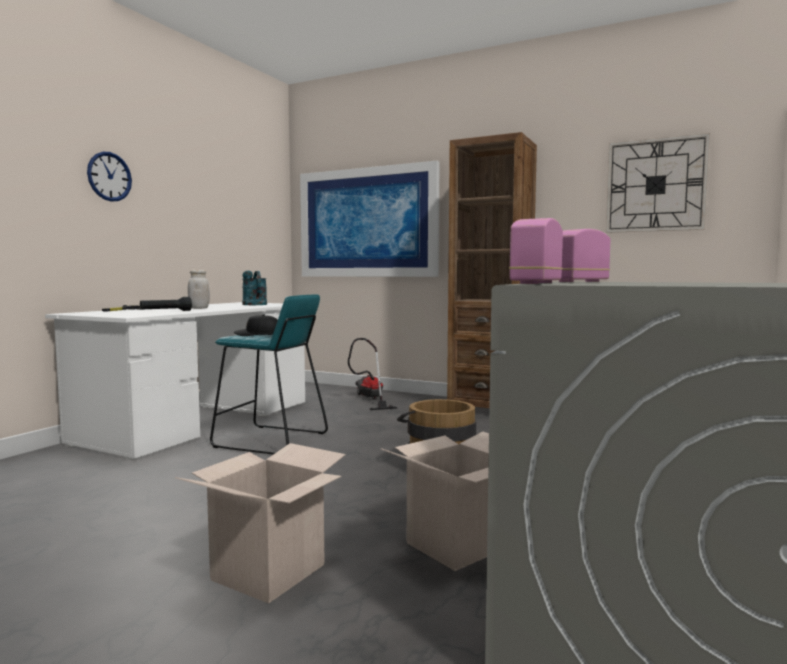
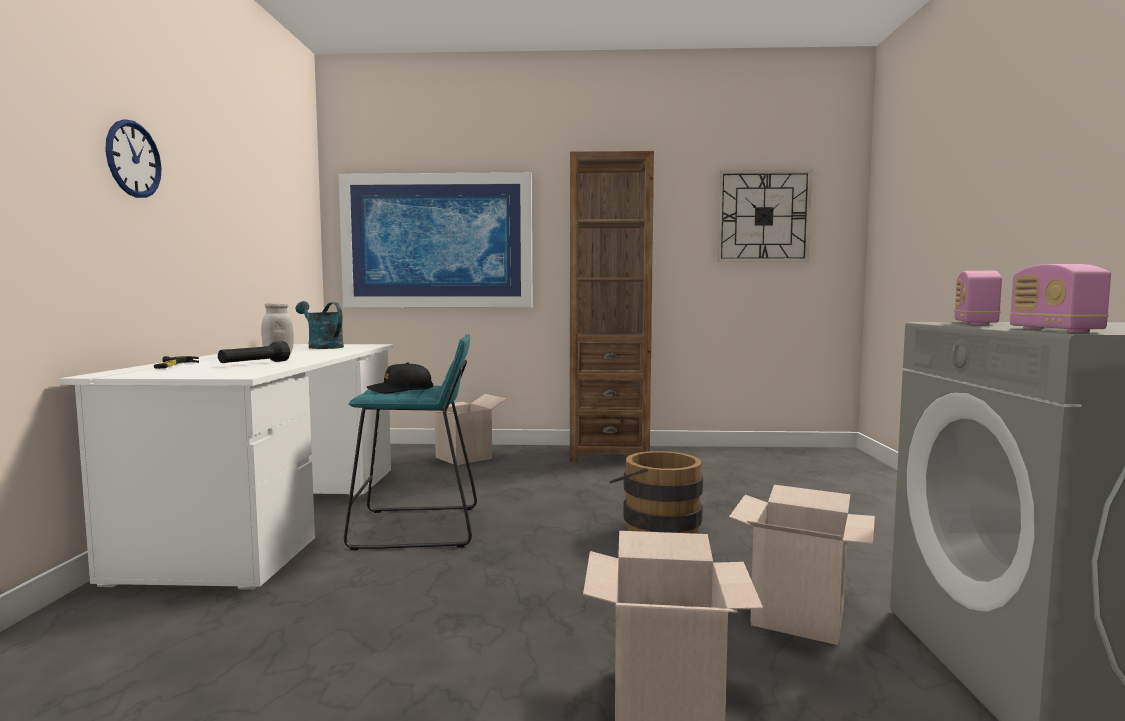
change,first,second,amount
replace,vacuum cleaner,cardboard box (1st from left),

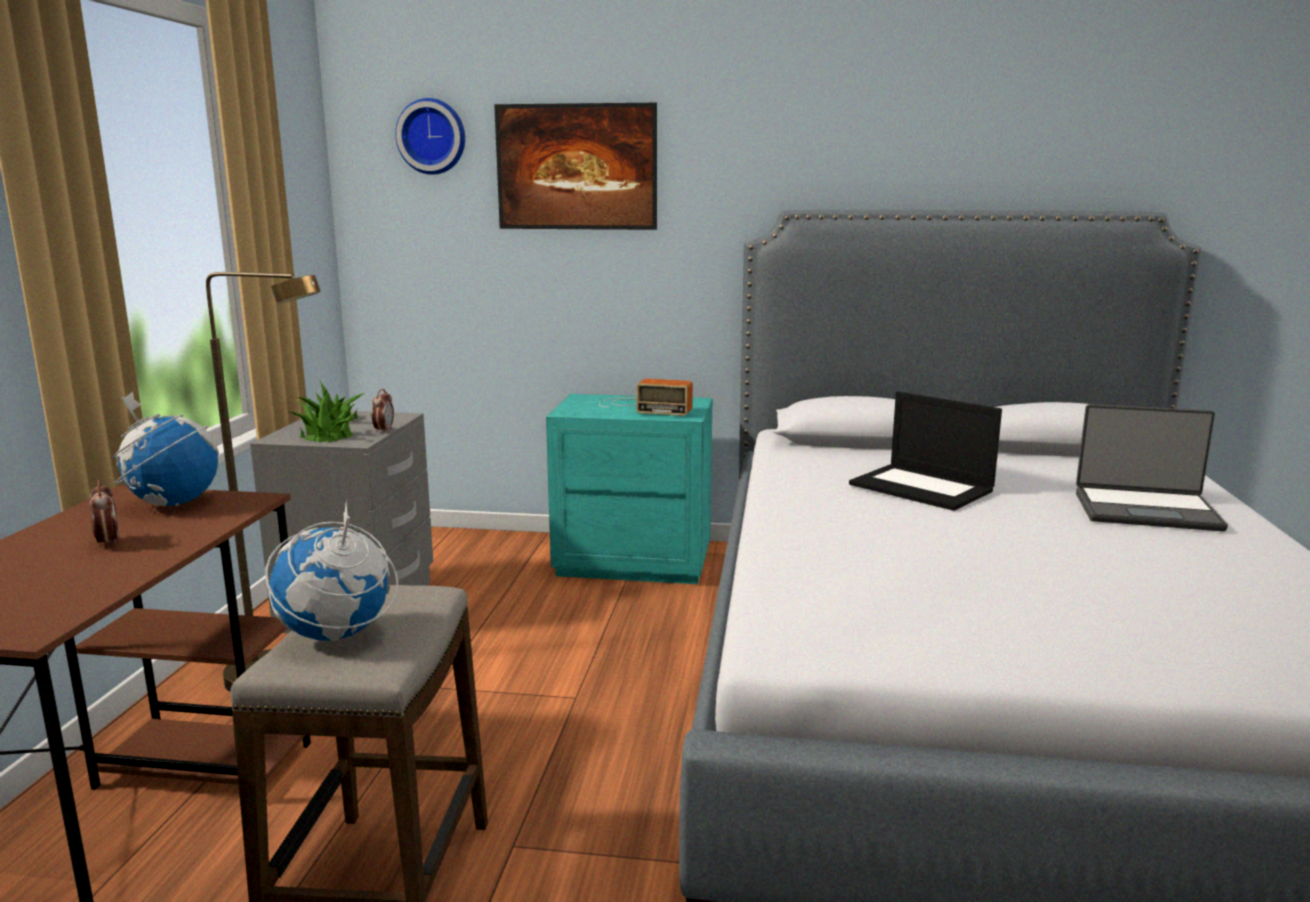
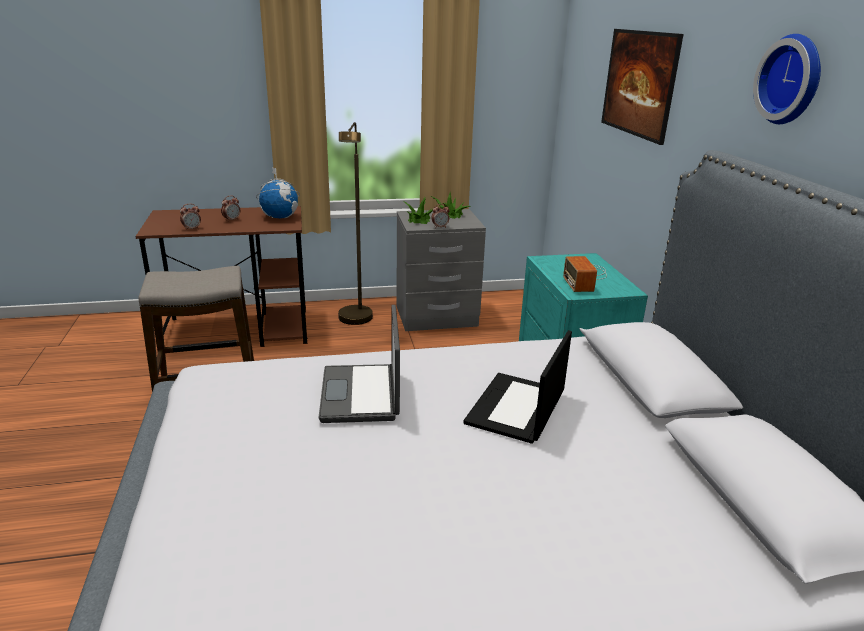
change,first,second,amount
delete,globe (2nd from left),,
move,wall clock,,
move,laptop (2nd from left in the first image),laptop (1st from left),
insert,,alarm clock (1st from left),

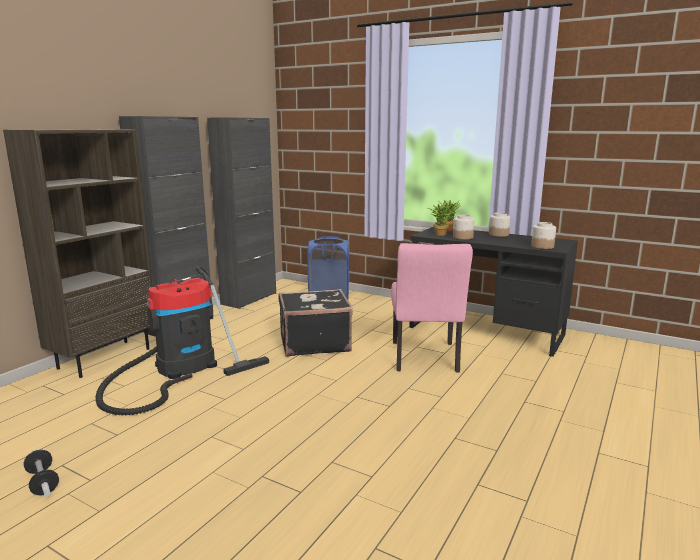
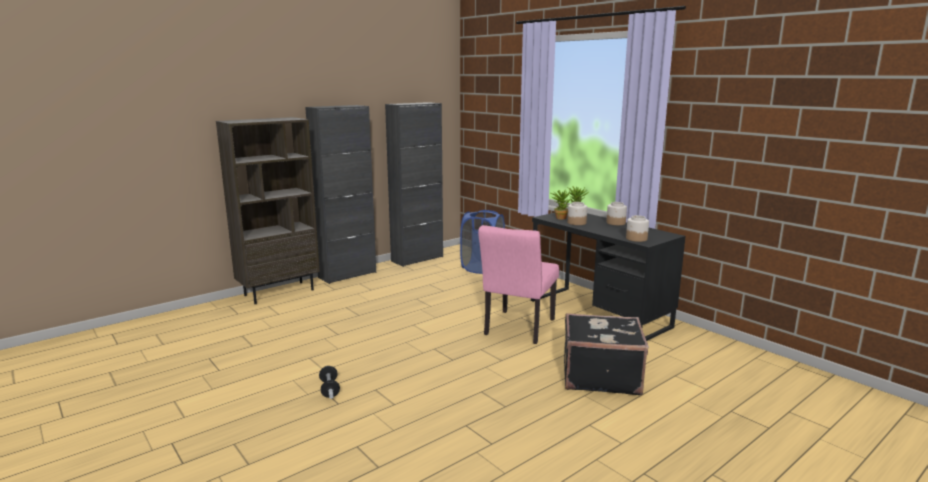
change,first,second,amount
move,dumbbell,,
delete,vacuum cleaner,,
move,black suitcase,,

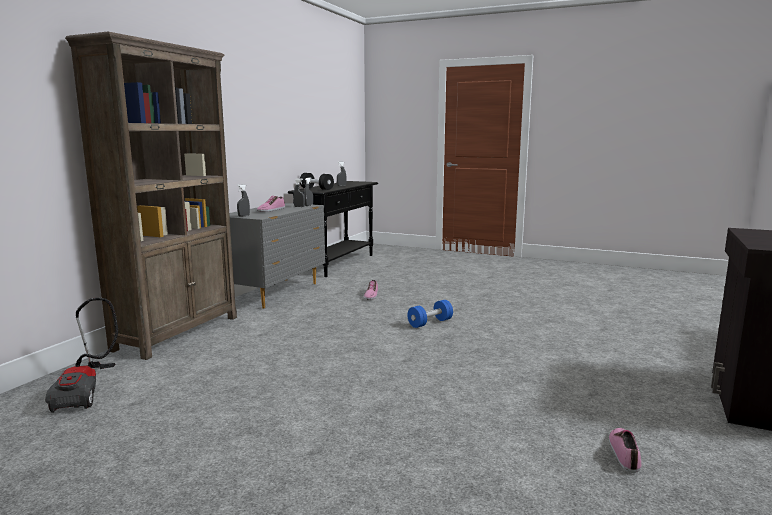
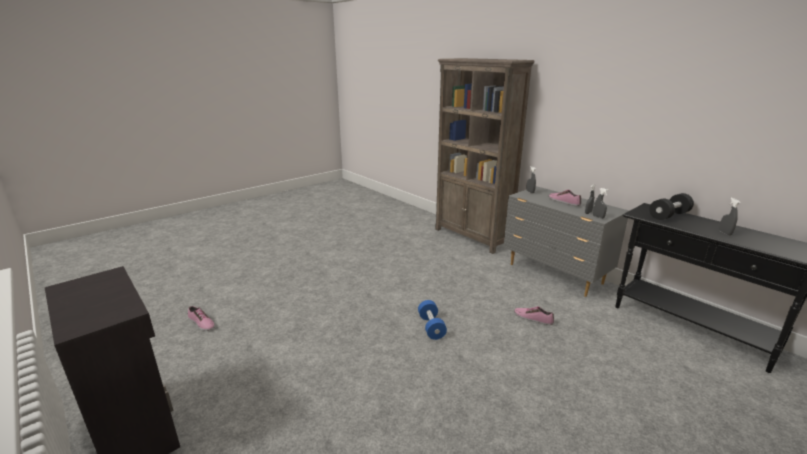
change,first,second,amount
delete,vacuum cleaner,,

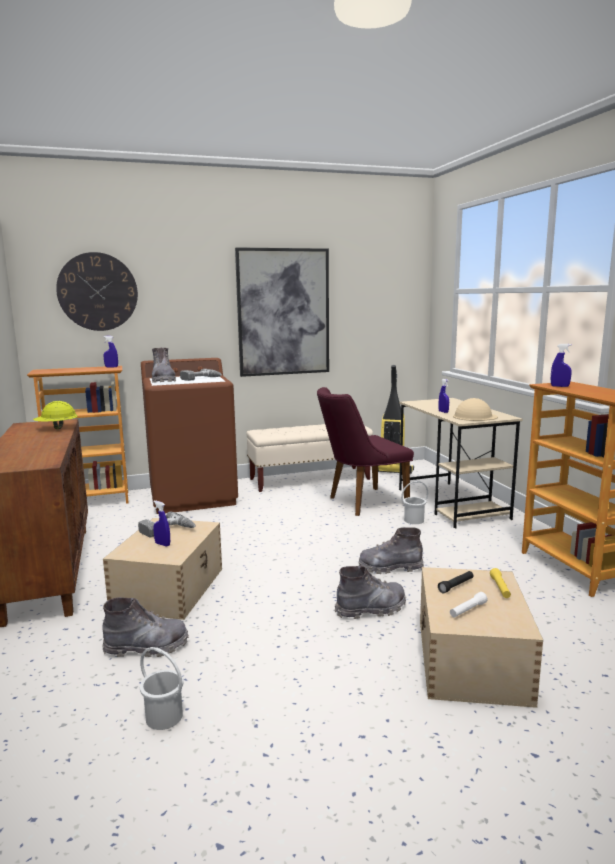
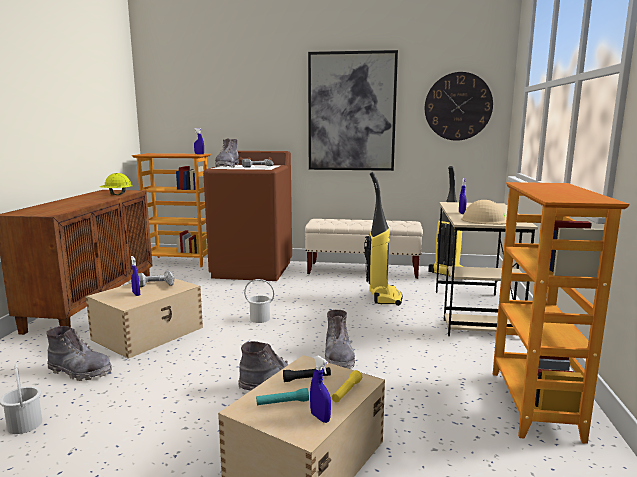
change,first,second,amount
move,wall clock,,
replace,purple chair,vacuum cleaner (1st from left),
rotate,grey boot (4th from left),,120 degrees counterclockwise
move,white bucket (2nd from left),,
recolor,white flashlight,turquoise flashlight,
move,blue spray bottle (4th from left in the first image),blue spray bottle (3rd from left),

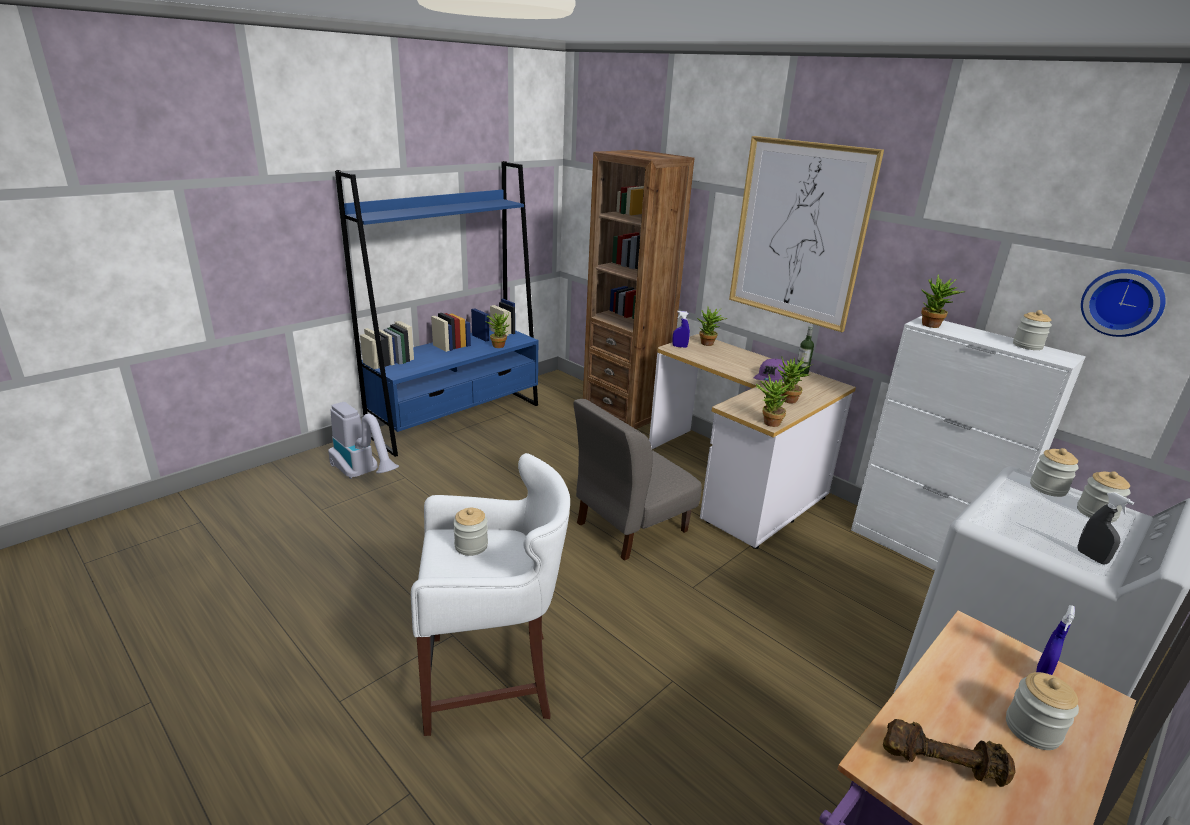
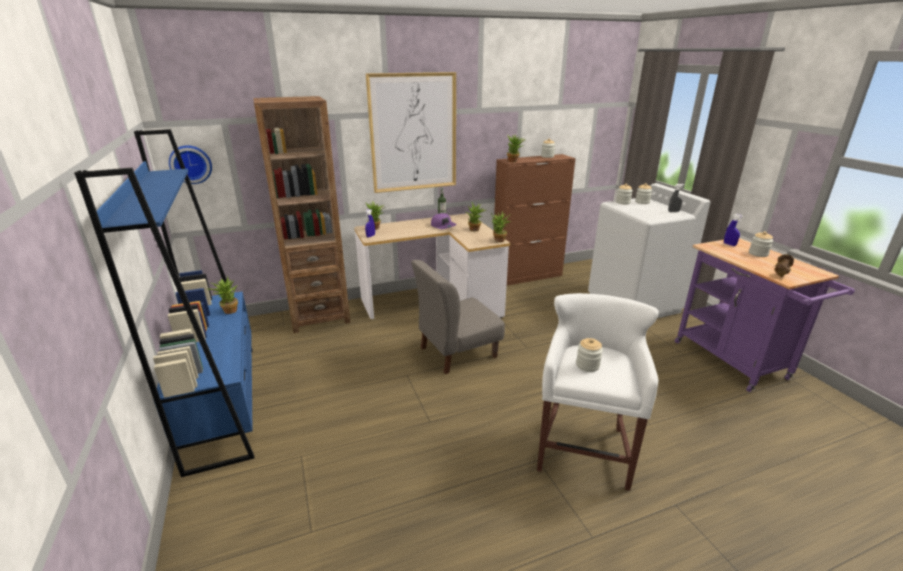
change,first,second,amount
delete,vacuum cleaner,,
rotate,grey chair,,75 degrees clockwise
recolor,white cabinet,brown cabinet,
move,wall clock,,

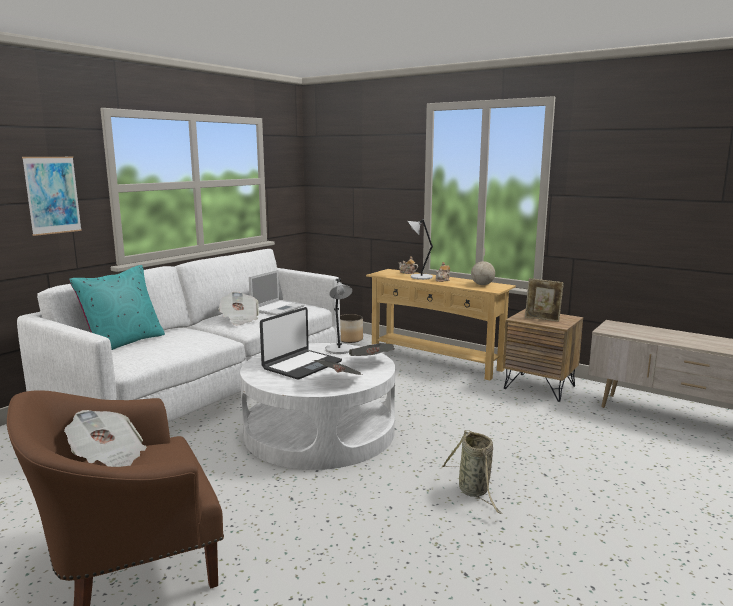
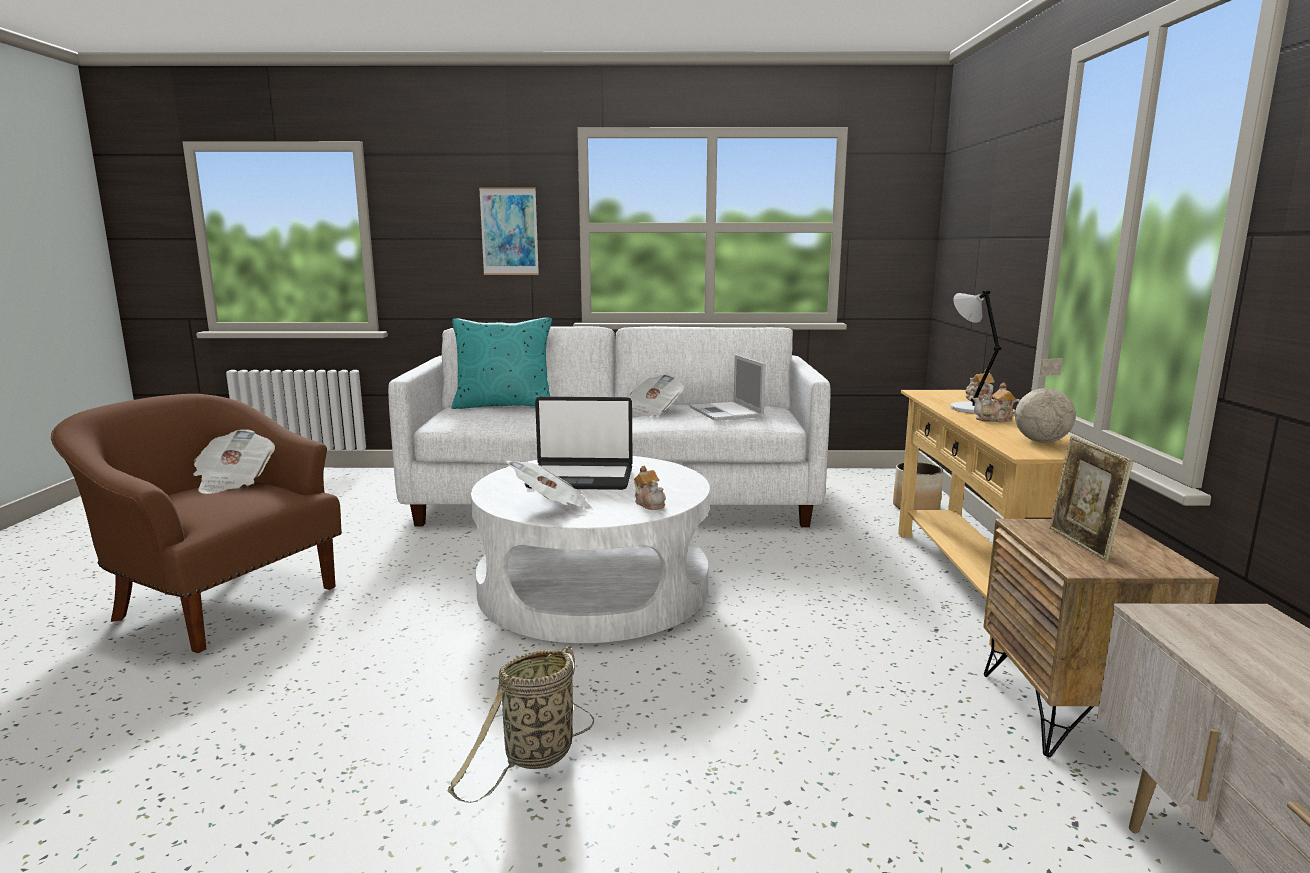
change,first,second,amount
rotate,laptop (1st from left in the first image),laptop (2nd from left),75 degrees clockwise
delete,grey table lamp (1st from left),,
replace,newspaper (4th from left),teapot (1st from left),

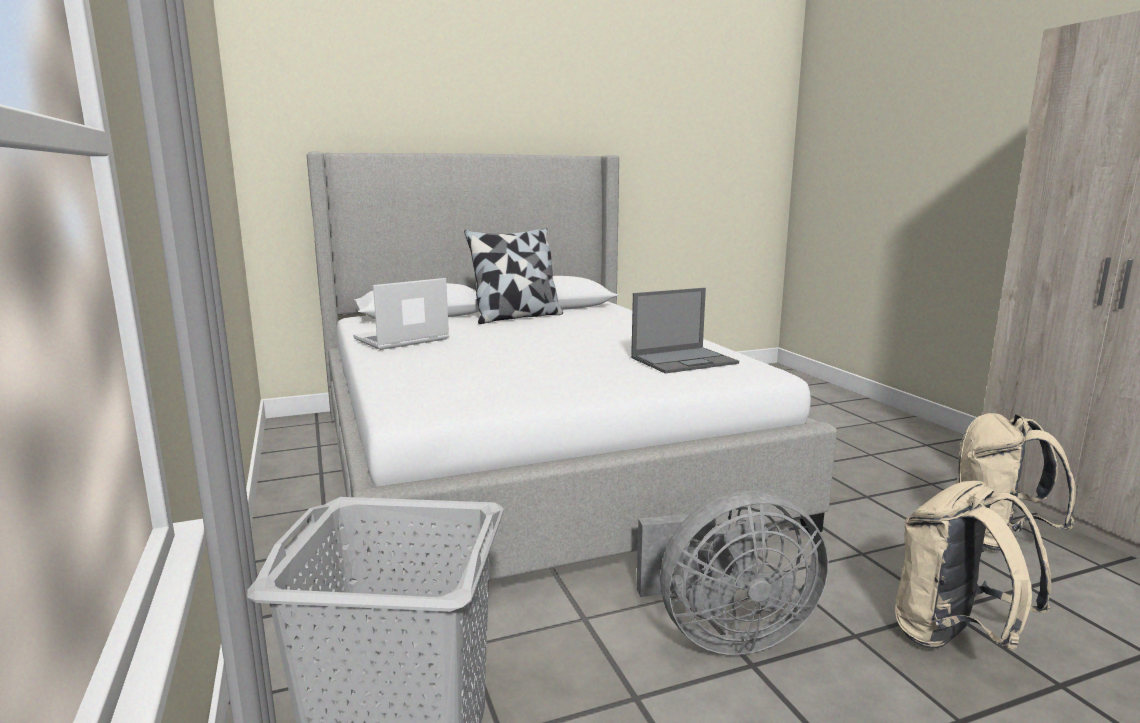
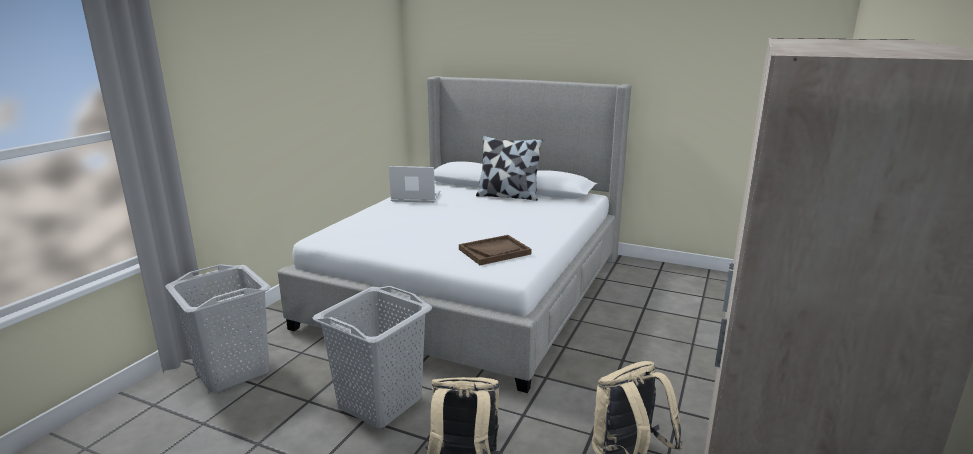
change,first,second,amount
replace,laptop (2nd from left),brown tray,
replace,grey fan,grey laundry basket (2nd from left),

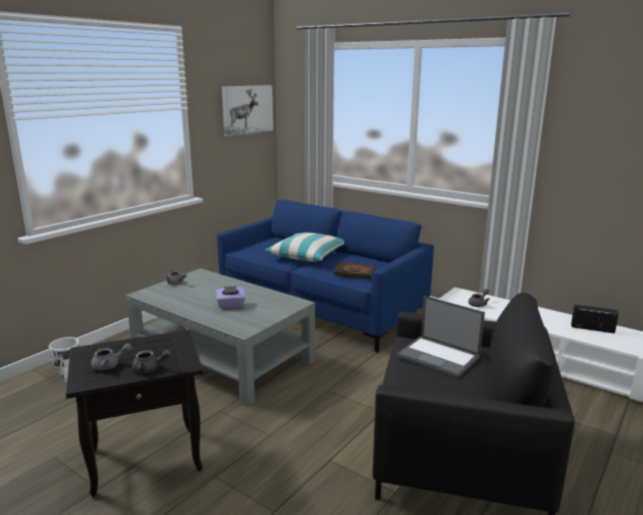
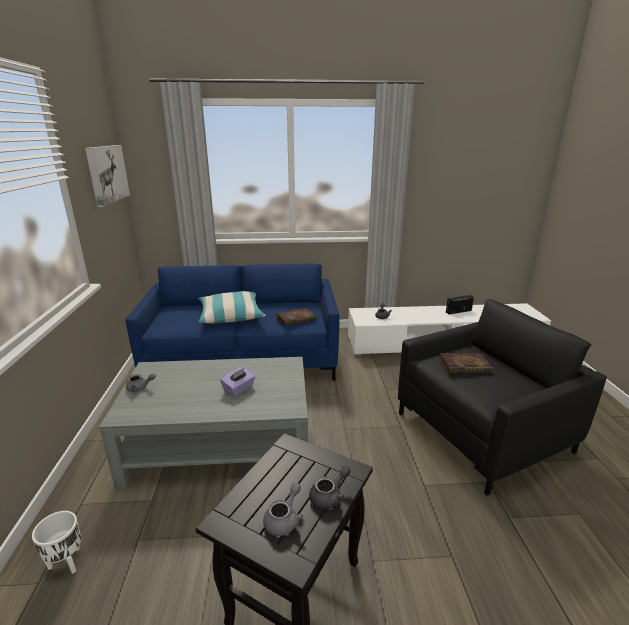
change,first,second,amount
replace,laptop,book (2nd from left),

